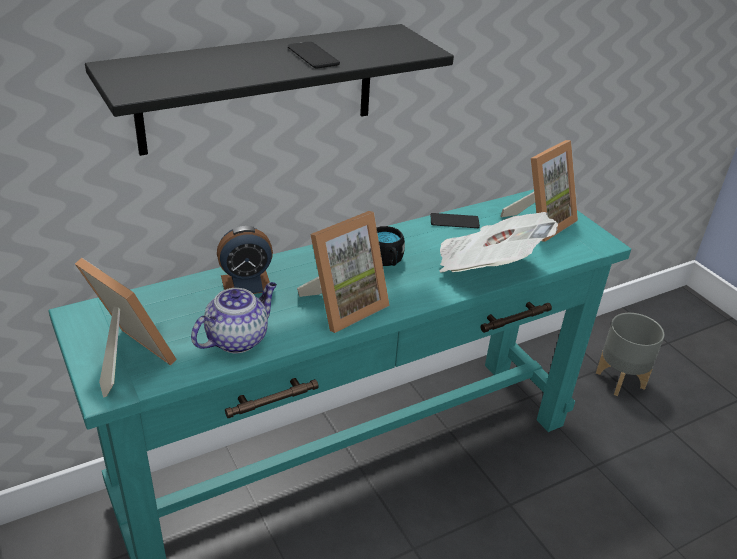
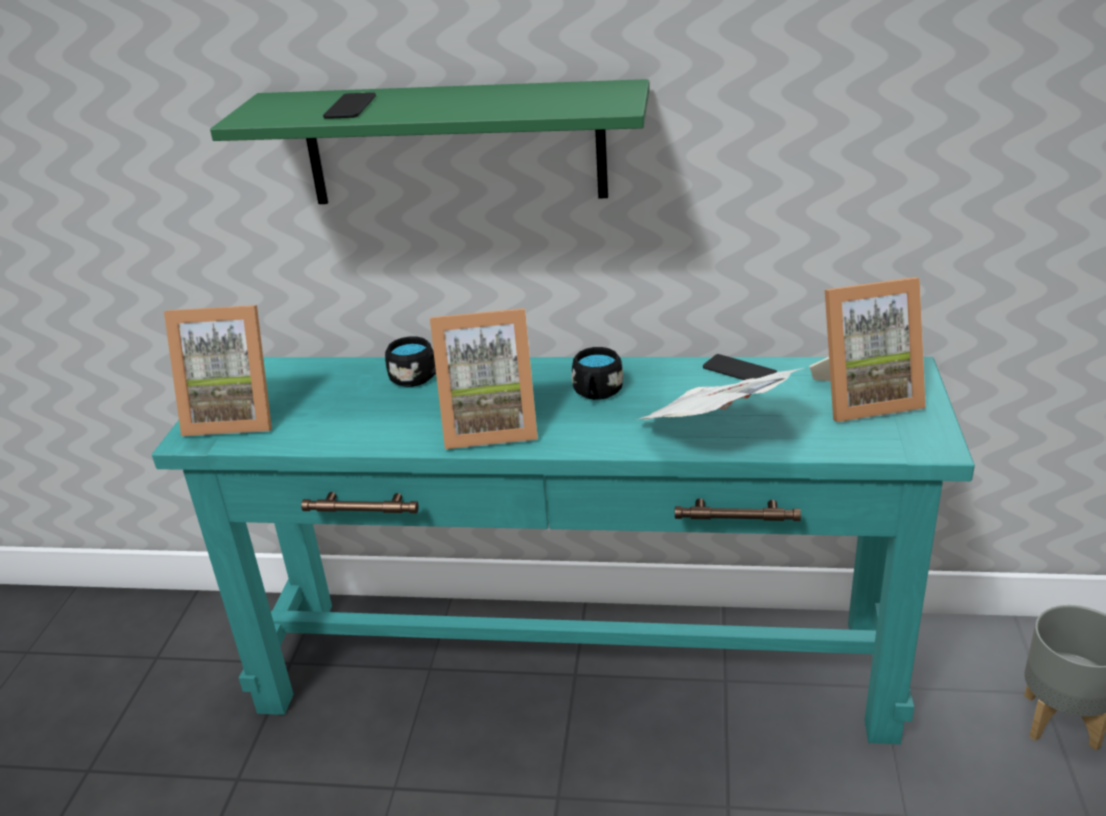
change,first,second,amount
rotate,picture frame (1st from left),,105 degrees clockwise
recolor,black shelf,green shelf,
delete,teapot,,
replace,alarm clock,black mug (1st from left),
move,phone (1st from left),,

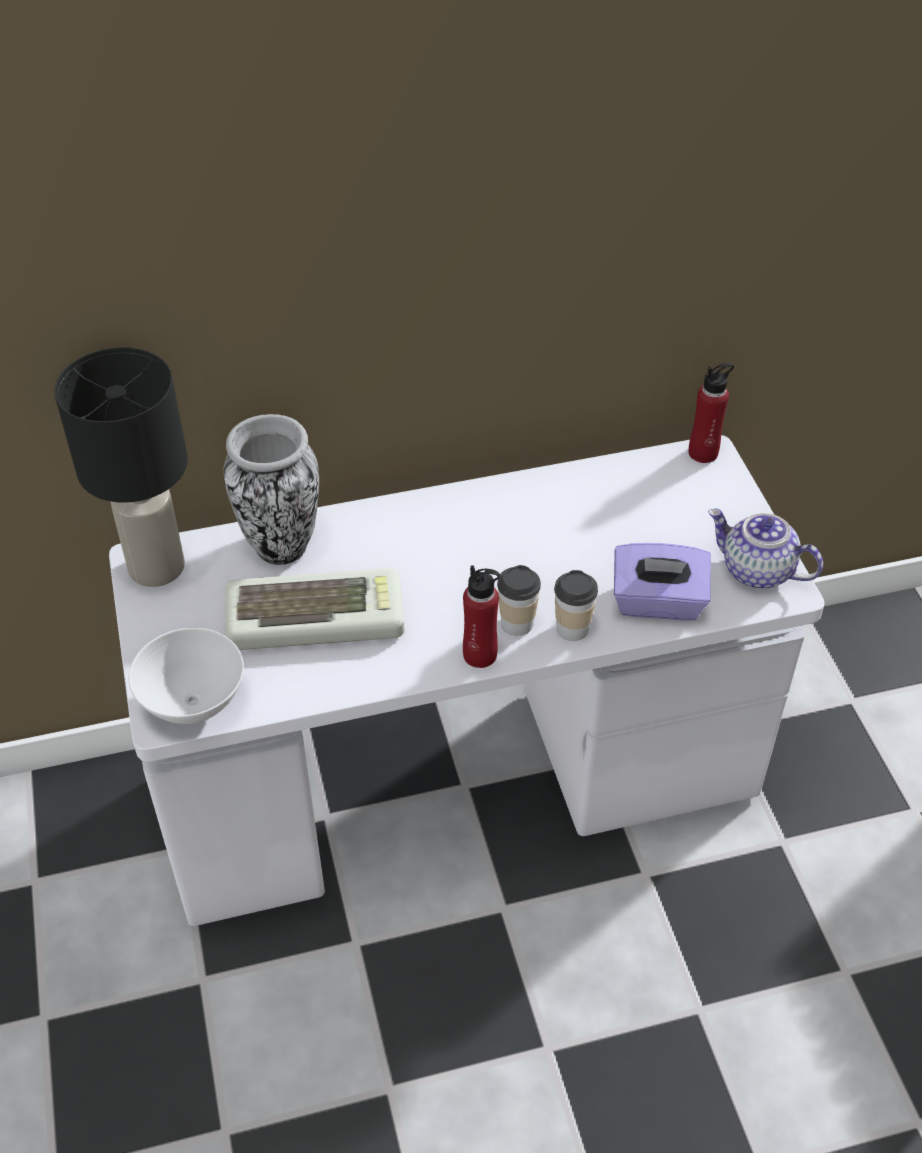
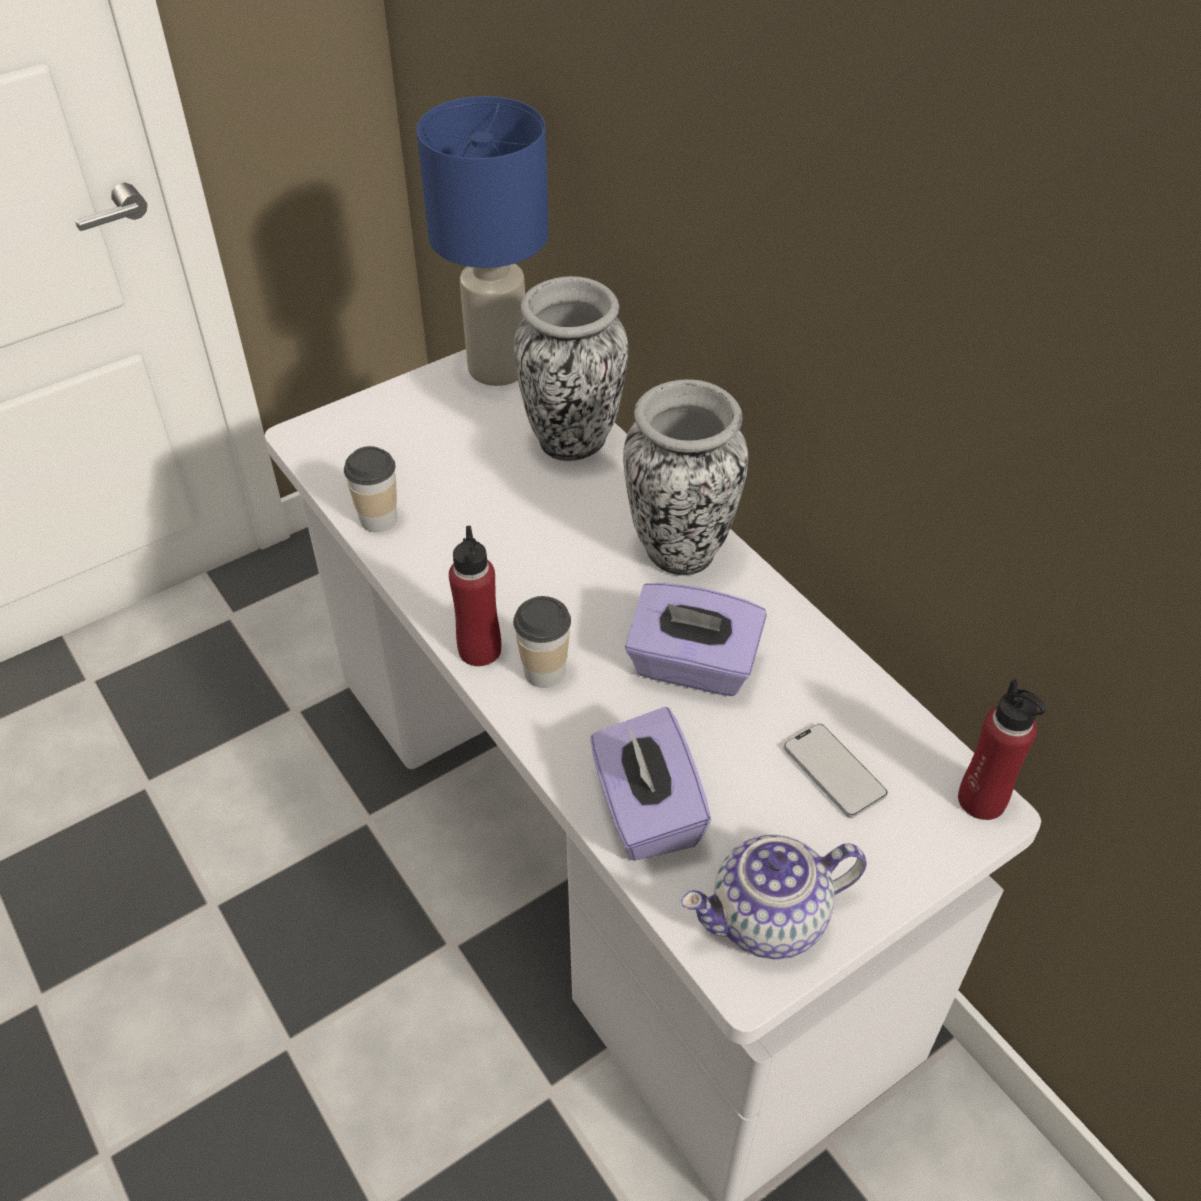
change,first,second,amount
recolor,black table lamp,blue table lamp,
delete,white bowl,,
delete,keyboard,,
move,cup (2nd from left in the first image),cup (1st from left),
rotate,teapot,,120 degrees counterclockwise
insert,,vase (2nd from left),
insert,,purple tissue box (2nd from left),
insert,,phone,

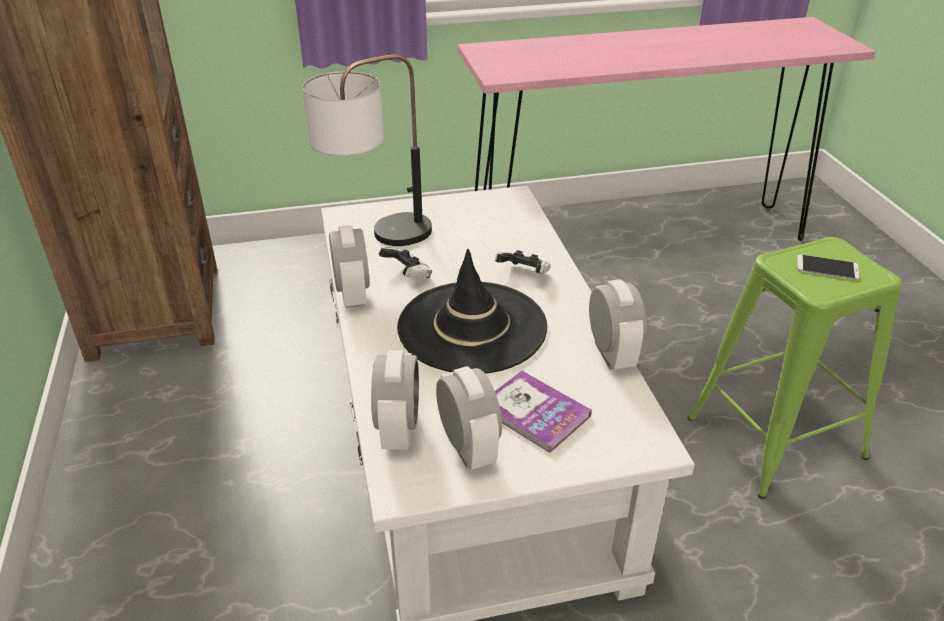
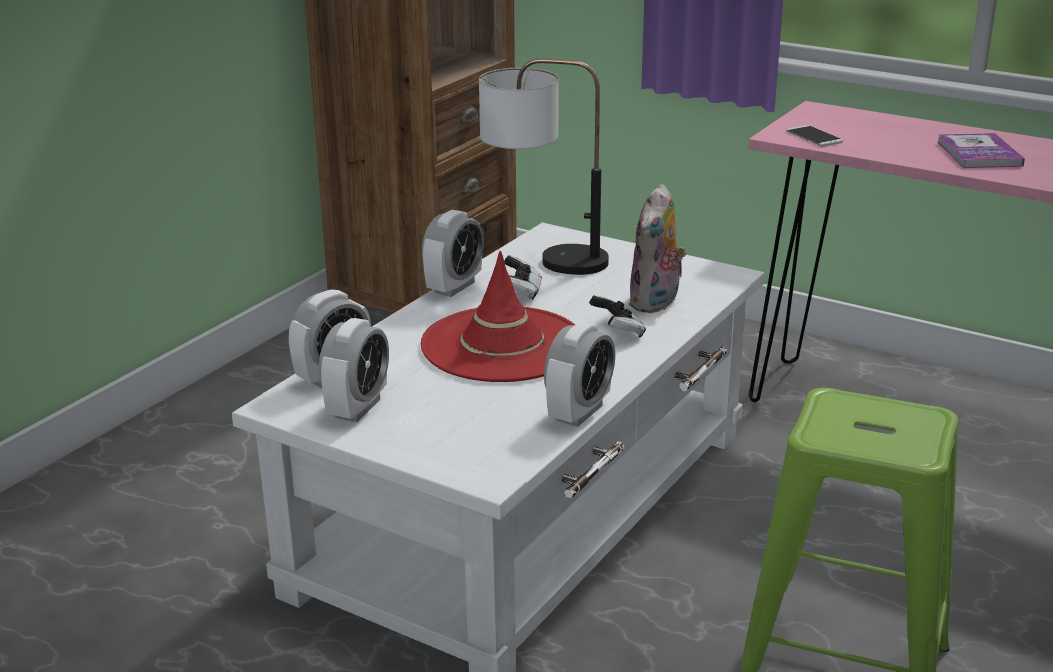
change,first,second,amount
recolor,black hat,red hat,
move,book,,
move,phone,,
insert,,plush toy,

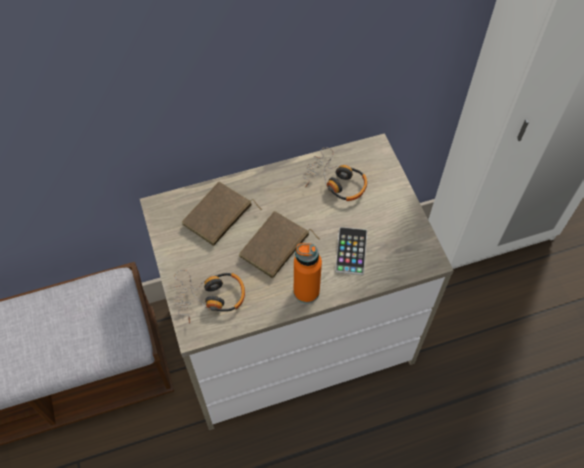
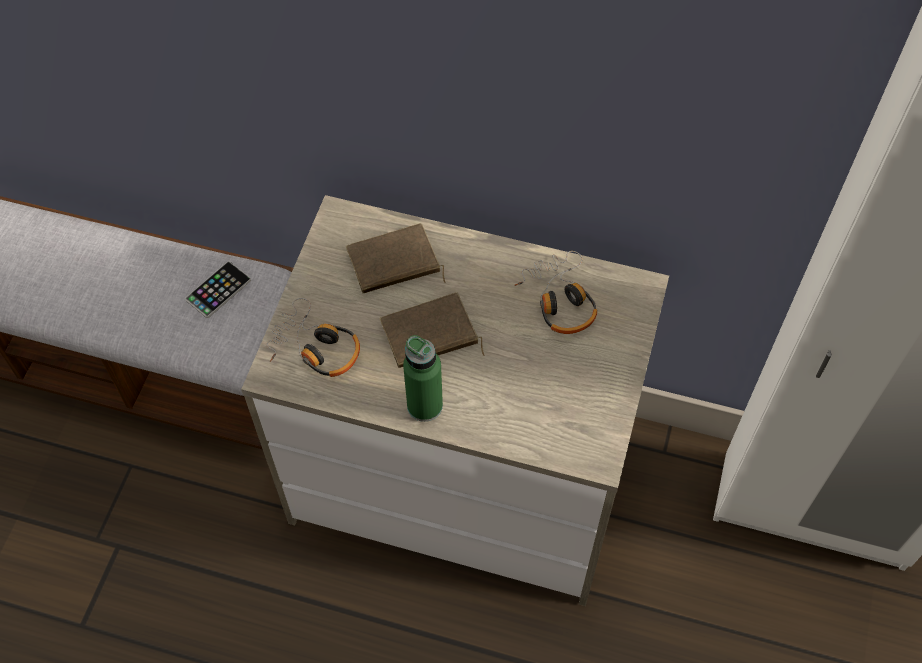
change,first,second,amount
recolor,orange bottle,green bottle,
move,phone,,

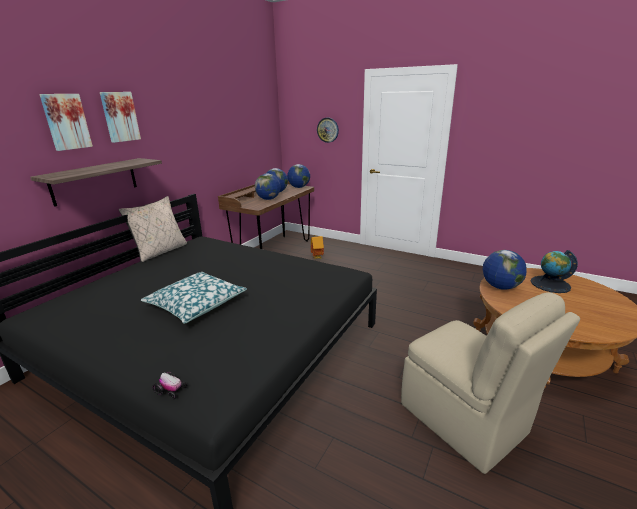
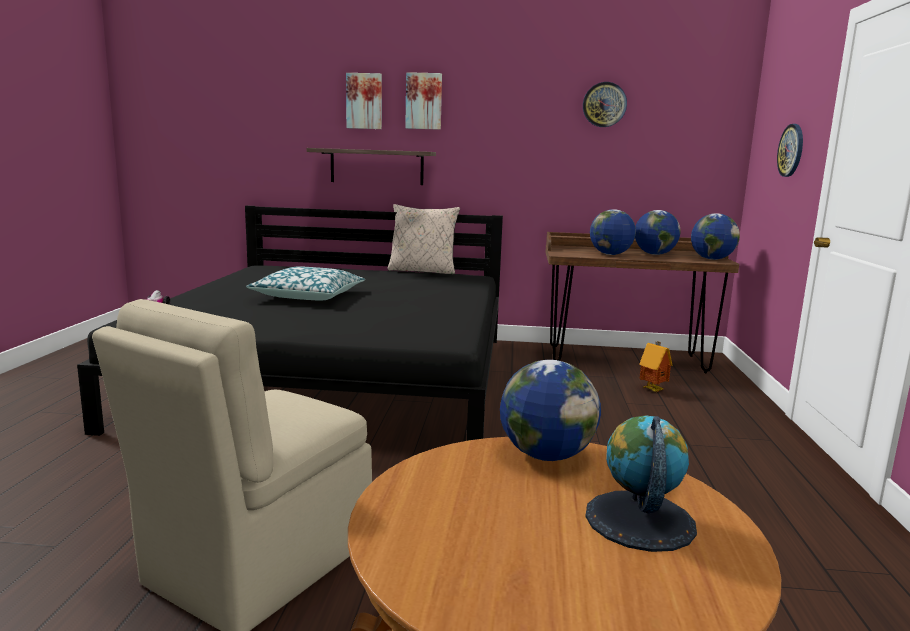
change,first,second,amount
insert,,wall clock (1st from left),

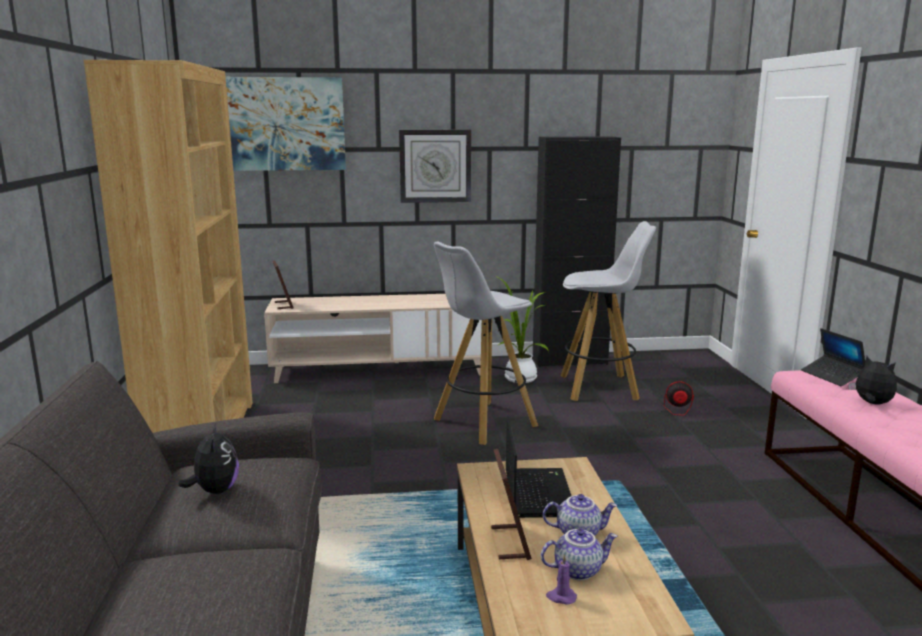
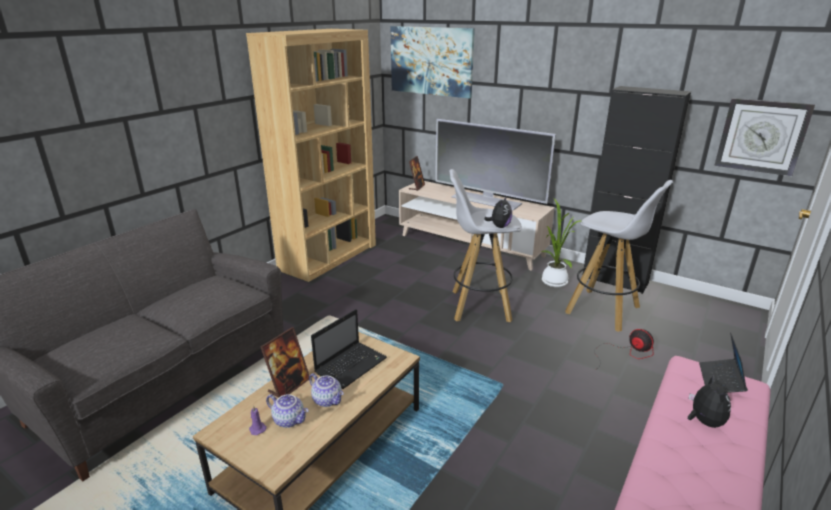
change,first,second,amount
move,plush toy (1st from left),,
move,wall clock,,
insert,,television,

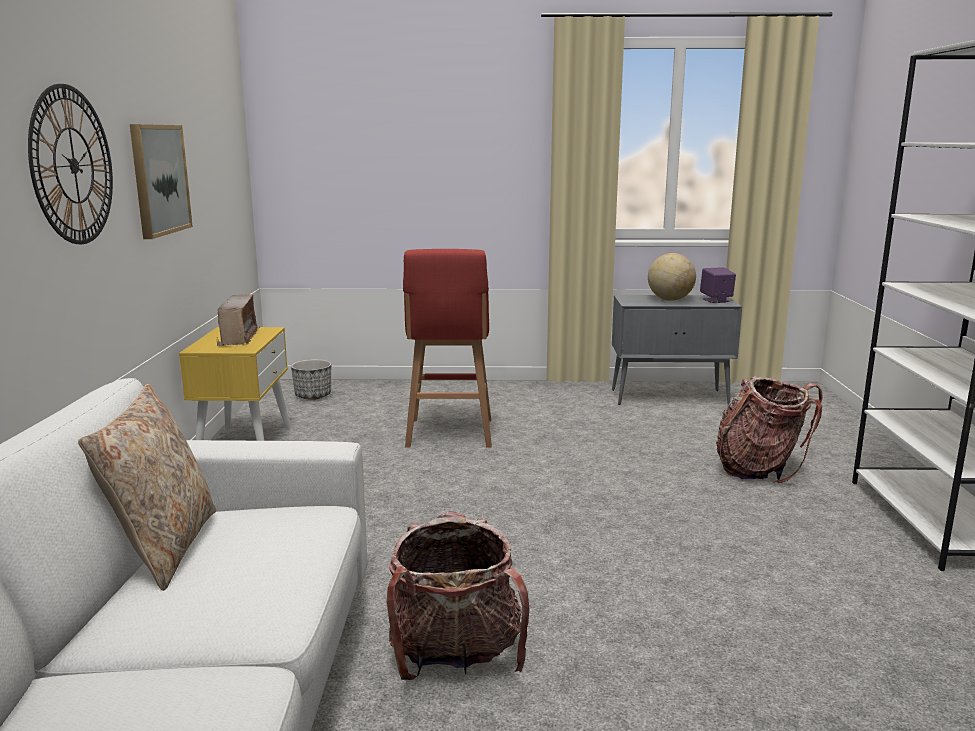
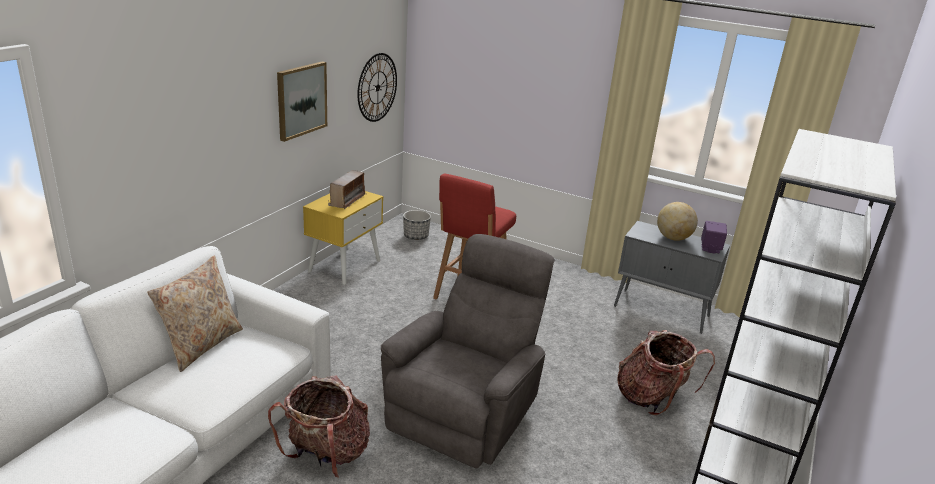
change,first,second,amount
move,wall clock,,
insert,,grey armchair,

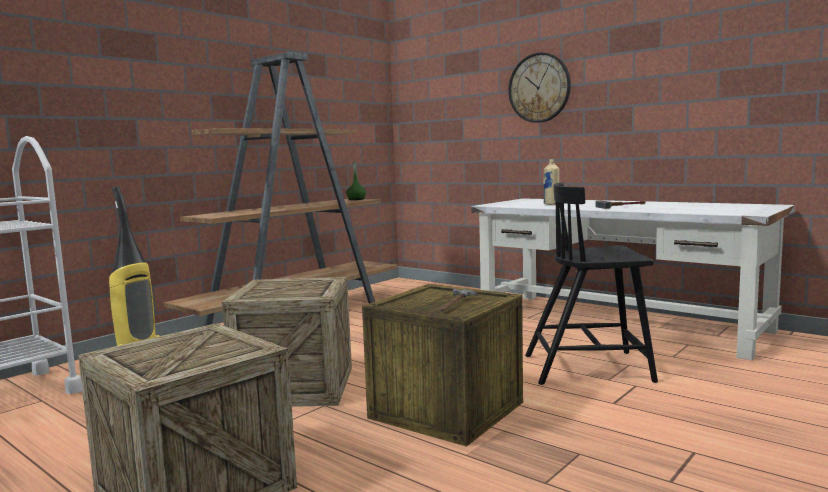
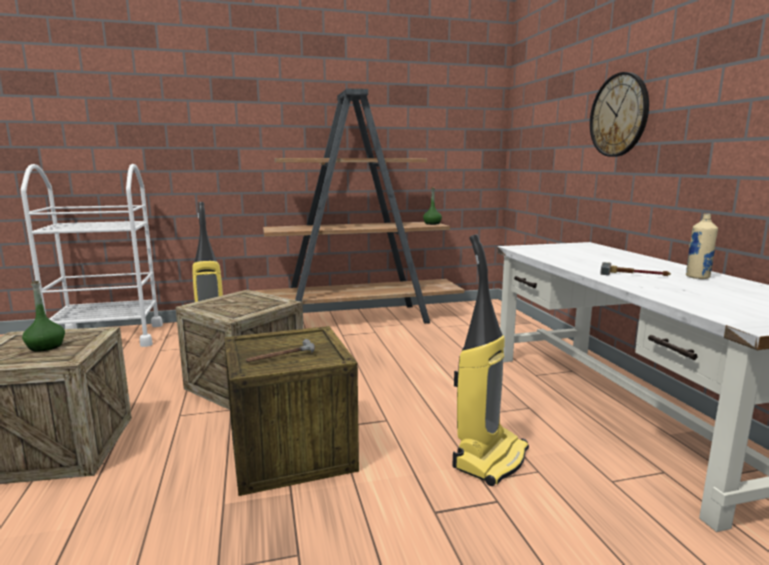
change,first,second,amount
replace,black chair,vacuum cleaner (2nd from left),
move,beige bottle,,
insert,,green bottle (1st from left),

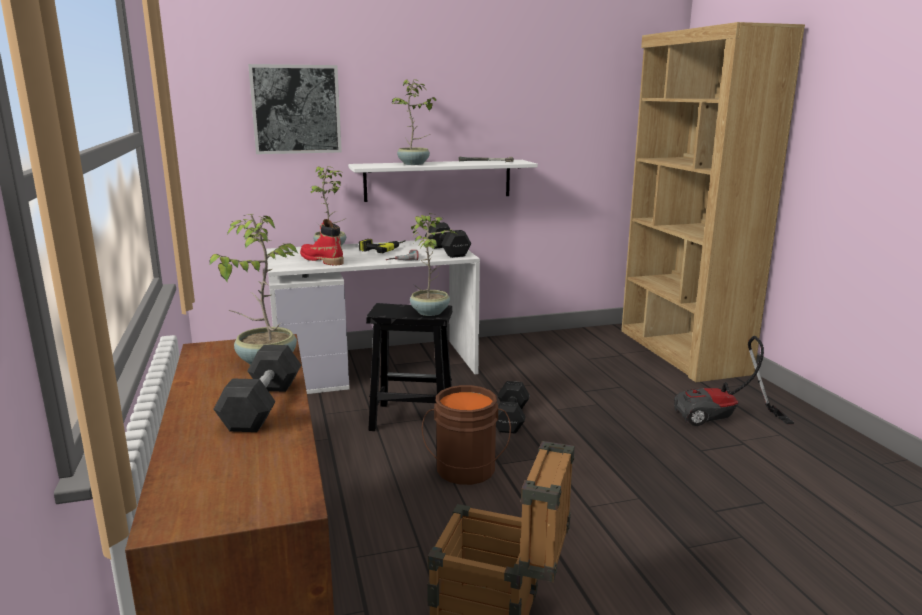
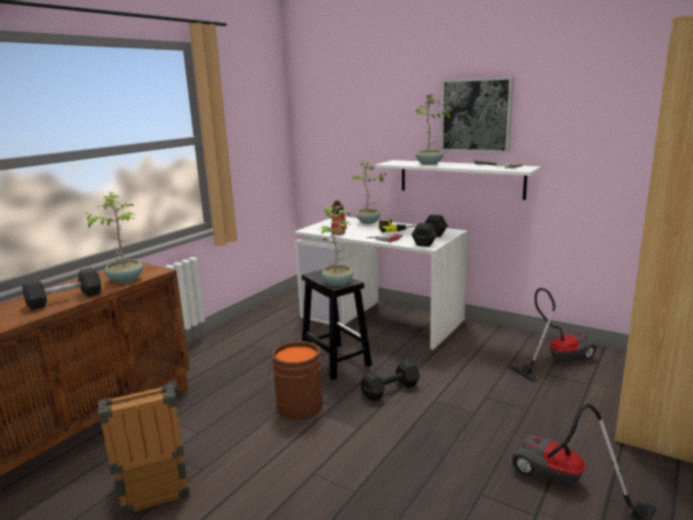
change,first,second,amount
move,picture,,
insert,,vacuum cleaner (1st from left),

